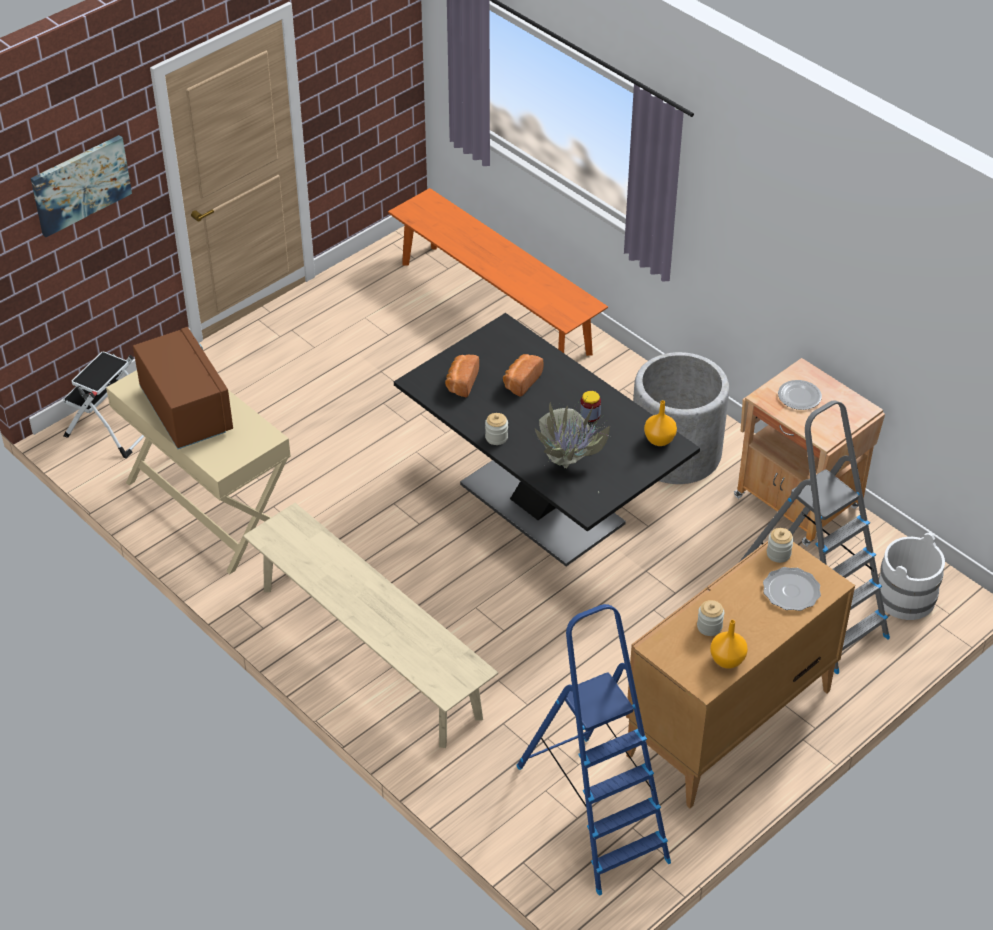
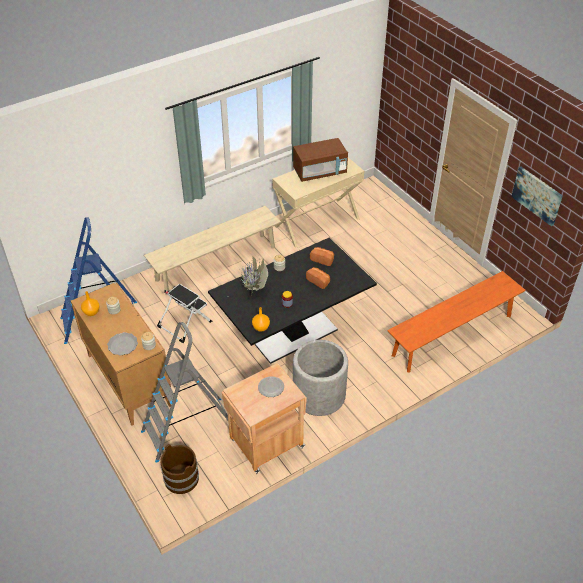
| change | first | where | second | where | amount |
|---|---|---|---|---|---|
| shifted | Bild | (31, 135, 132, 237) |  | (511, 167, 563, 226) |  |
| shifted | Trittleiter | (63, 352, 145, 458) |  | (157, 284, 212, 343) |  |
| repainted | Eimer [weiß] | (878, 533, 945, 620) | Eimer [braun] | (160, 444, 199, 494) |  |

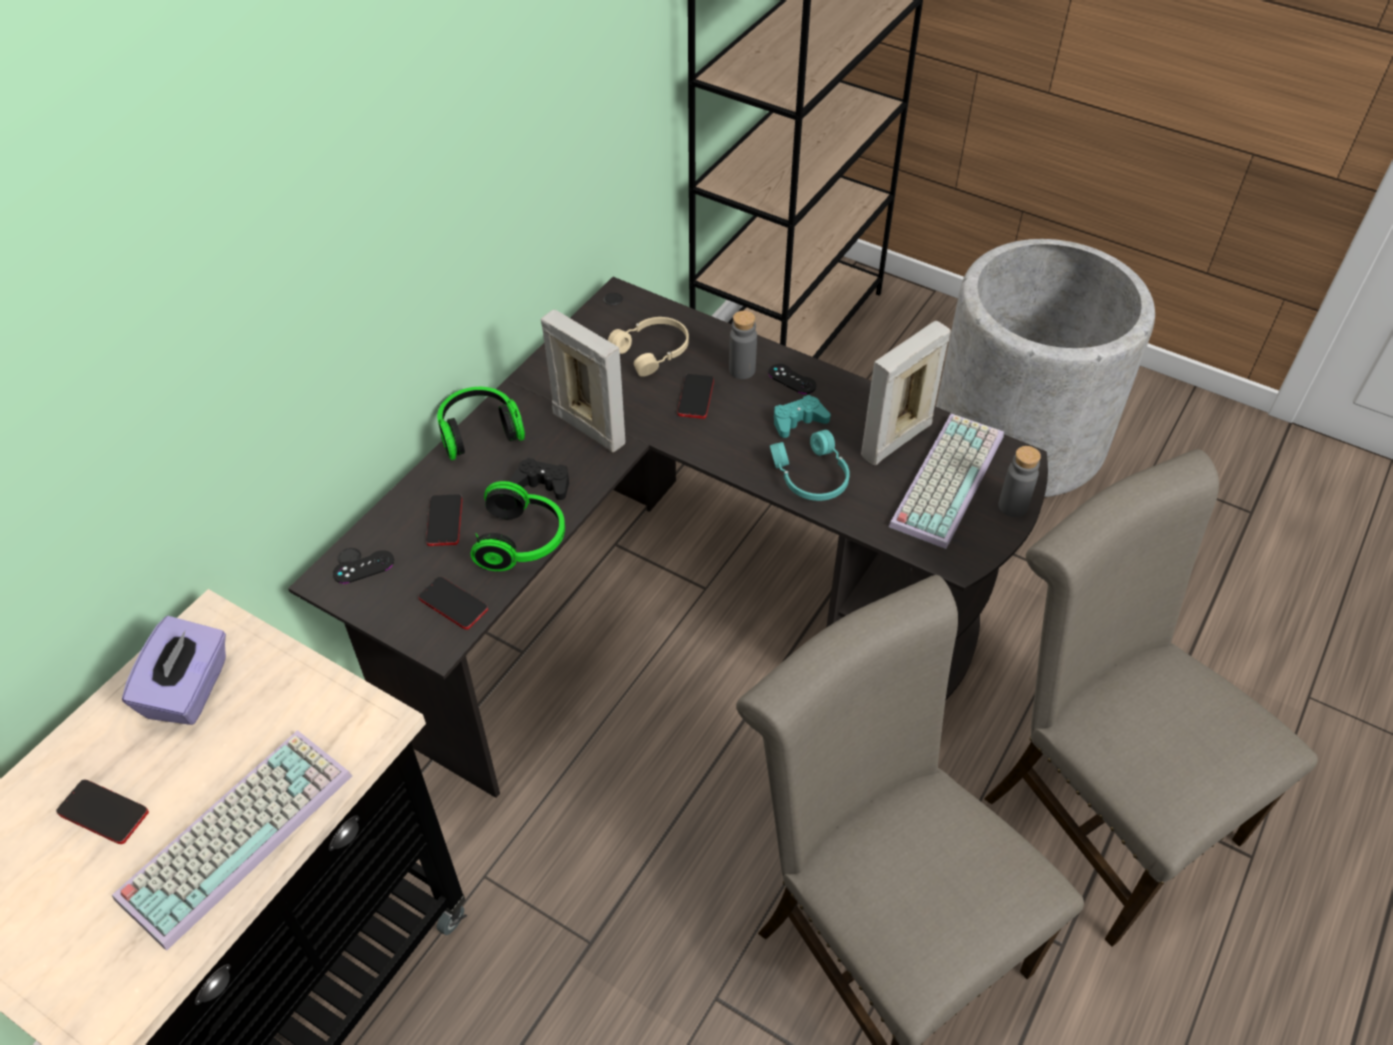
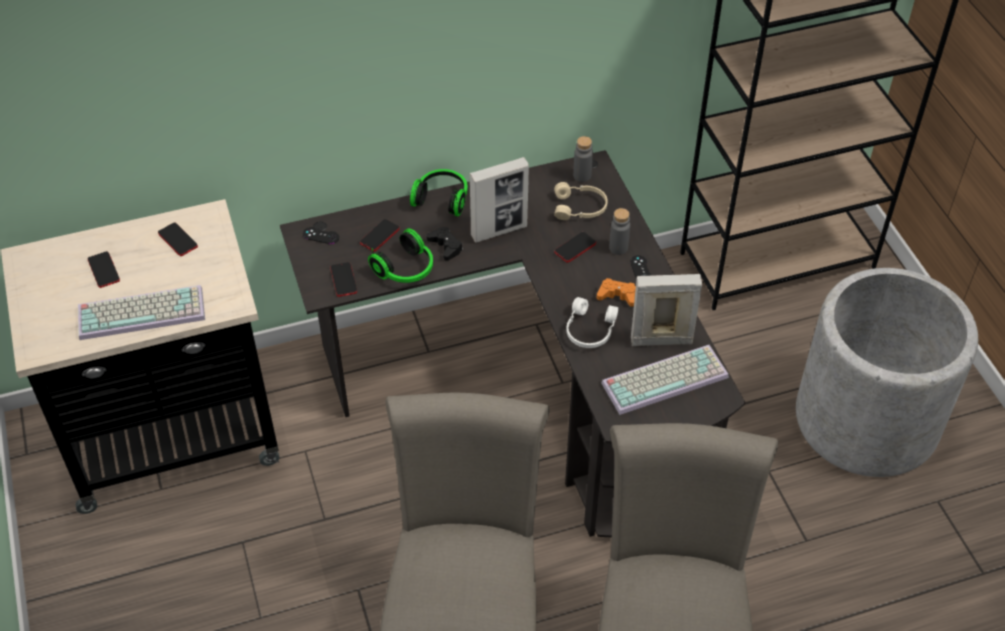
| change | first | where | second | where | amount |
|---|---|---|---|---|---|
| swapped | Taschentuchbox [lila] | (122, 616, 226, 725) | Handy | (158, 222, 198, 256) |  |
| rotated | Bilderrahmen | (541, 310, 625, 453) |  | (469, 157, 529, 243) | 75 degrees clockwise |
| repainted | Kopfhörer [türkis] | (770, 430, 850, 501) | Kopfhörer [weiß] | (566, 297, 618, 348) |  |
| repainted | Gamepad [türkis] | (774, 395, 831, 438) | Gamepad [orange] | (597, 278, 636, 307) |  |
| shifted | Flasche [grau] | (998, 446, 1041, 517) |  | (573, 136, 593, 182) |  |

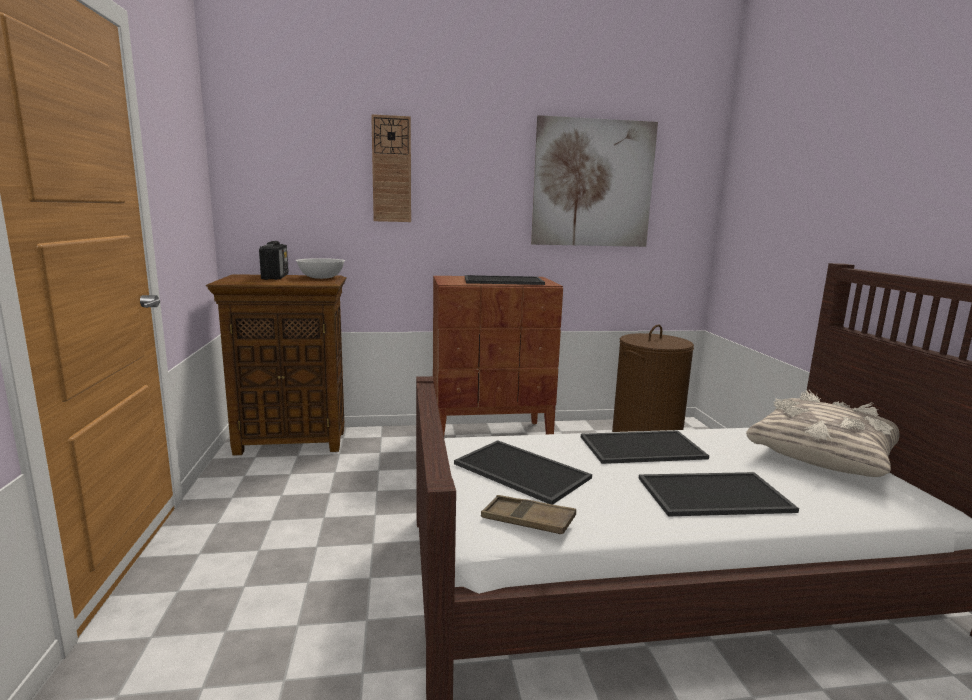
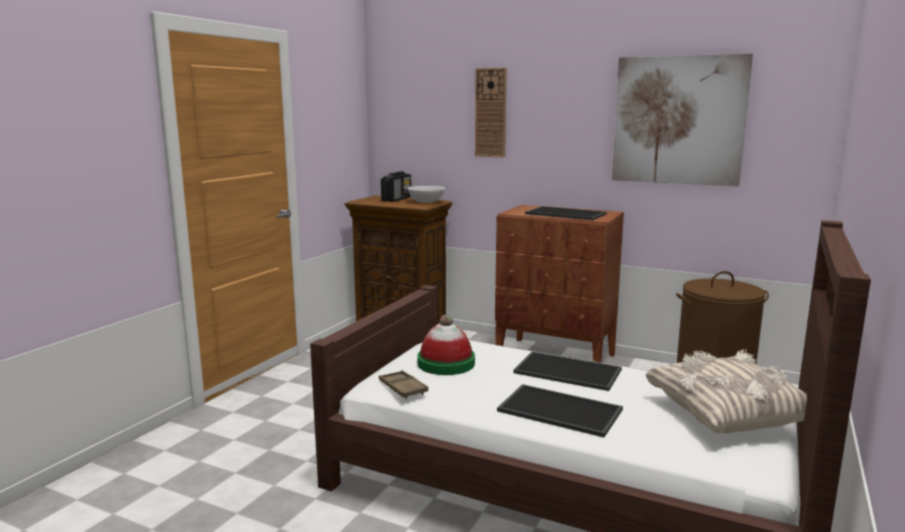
| change | first | where | second | where | amount |
|---|---|---|---|---|---|
| swapped | Tablett | (454, 440, 592, 505) | Hut | (417, 314, 475, 375) |  |

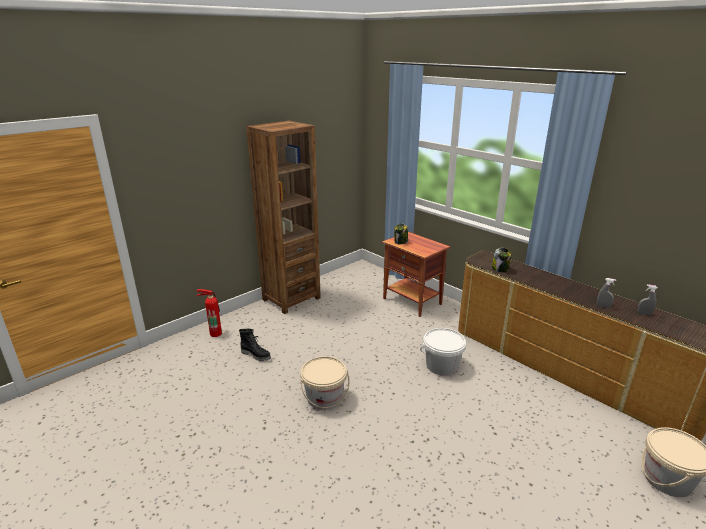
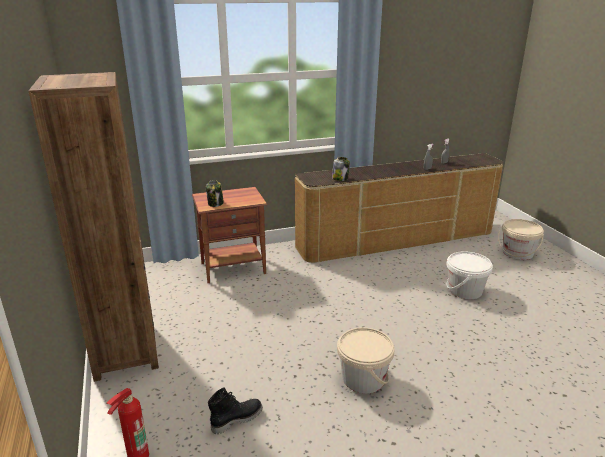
| change | first | where | second | where | amount |
|---|---|---|---|---|---|
| shifted | Eimer [weiß] | (420, 328, 466, 376) |  | (447, 251, 493, 299) |  |

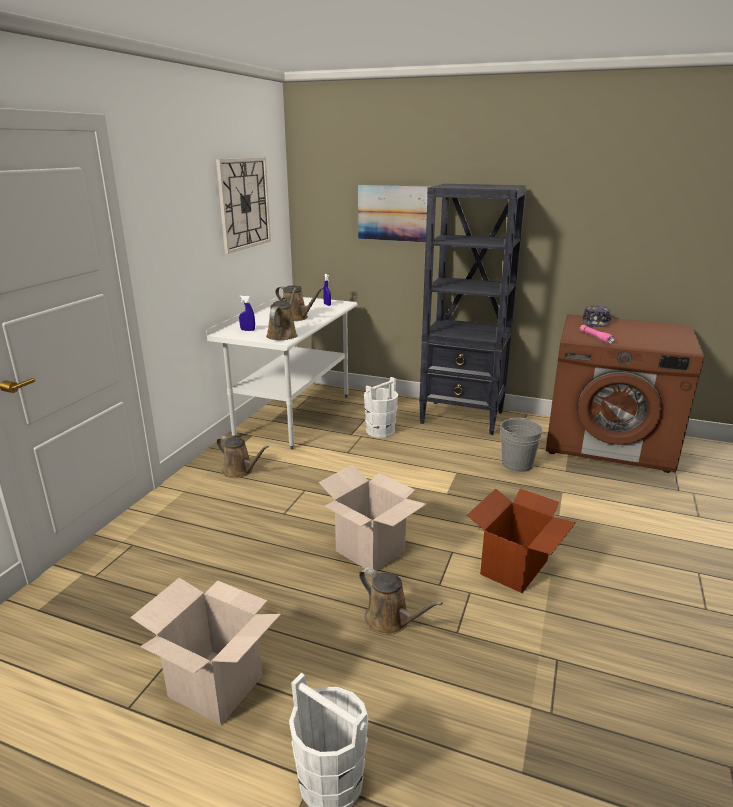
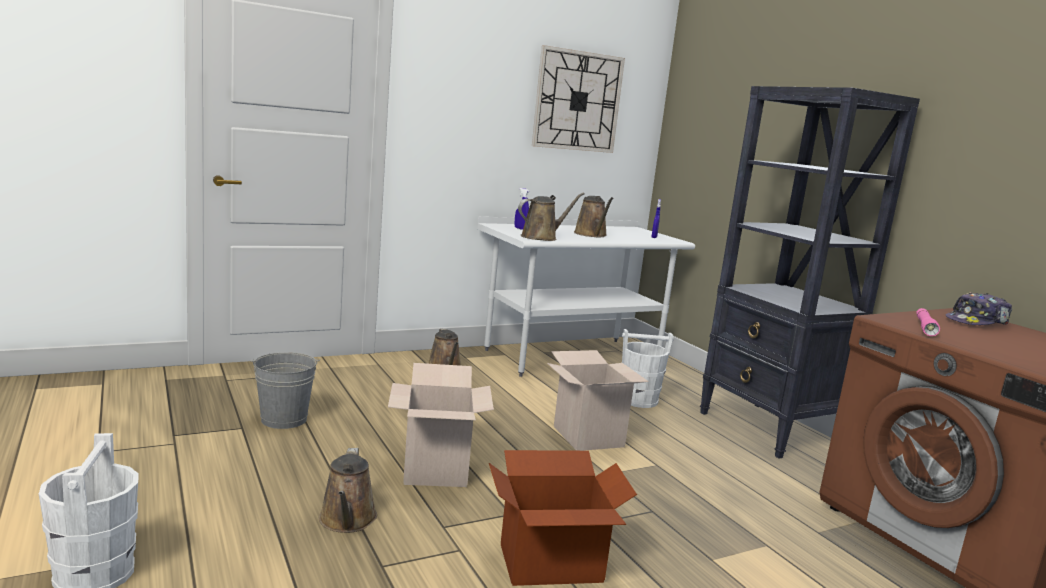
| change | first | where | second | where | amount |
|---|---|---|---|---|---|
| shifted | Karton | (131, 578, 281, 725) |  | (547, 350, 649, 451) |  |
| gone | Bild | (358, 185, 428, 242) |  |  |  |
| shifted | Eimer [grau] | (501, 417, 543, 472) |  | (250, 352, 320, 429) |  |

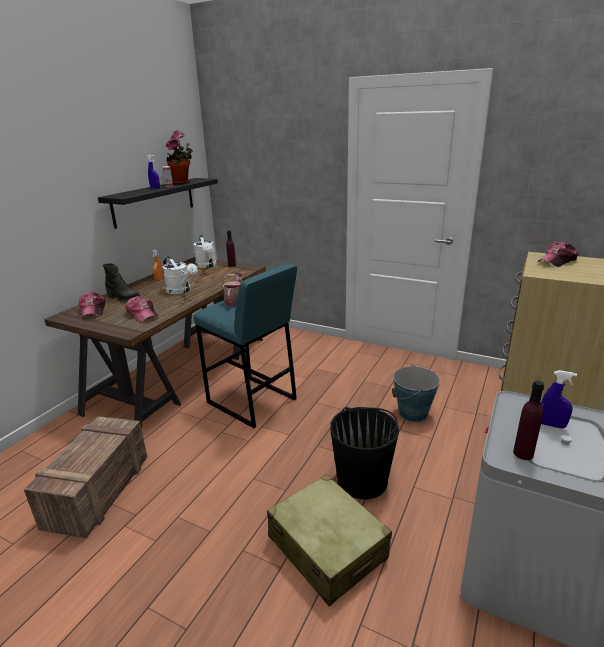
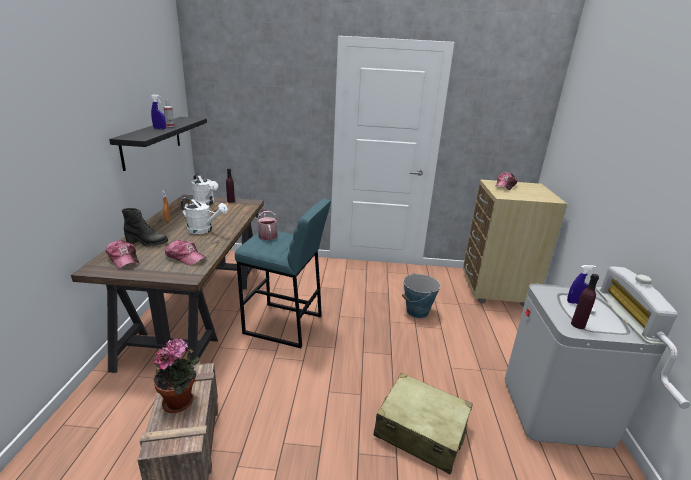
| change | first | where | second | where | amount |
|---|---|---|---|---|---|
| shifted | Topfpflanze | (166, 130, 193, 184) |  | (153, 339, 200, 413) |  |
| gone | Eimer [schwarz] | (330, 407, 399, 500) |  |  |  |

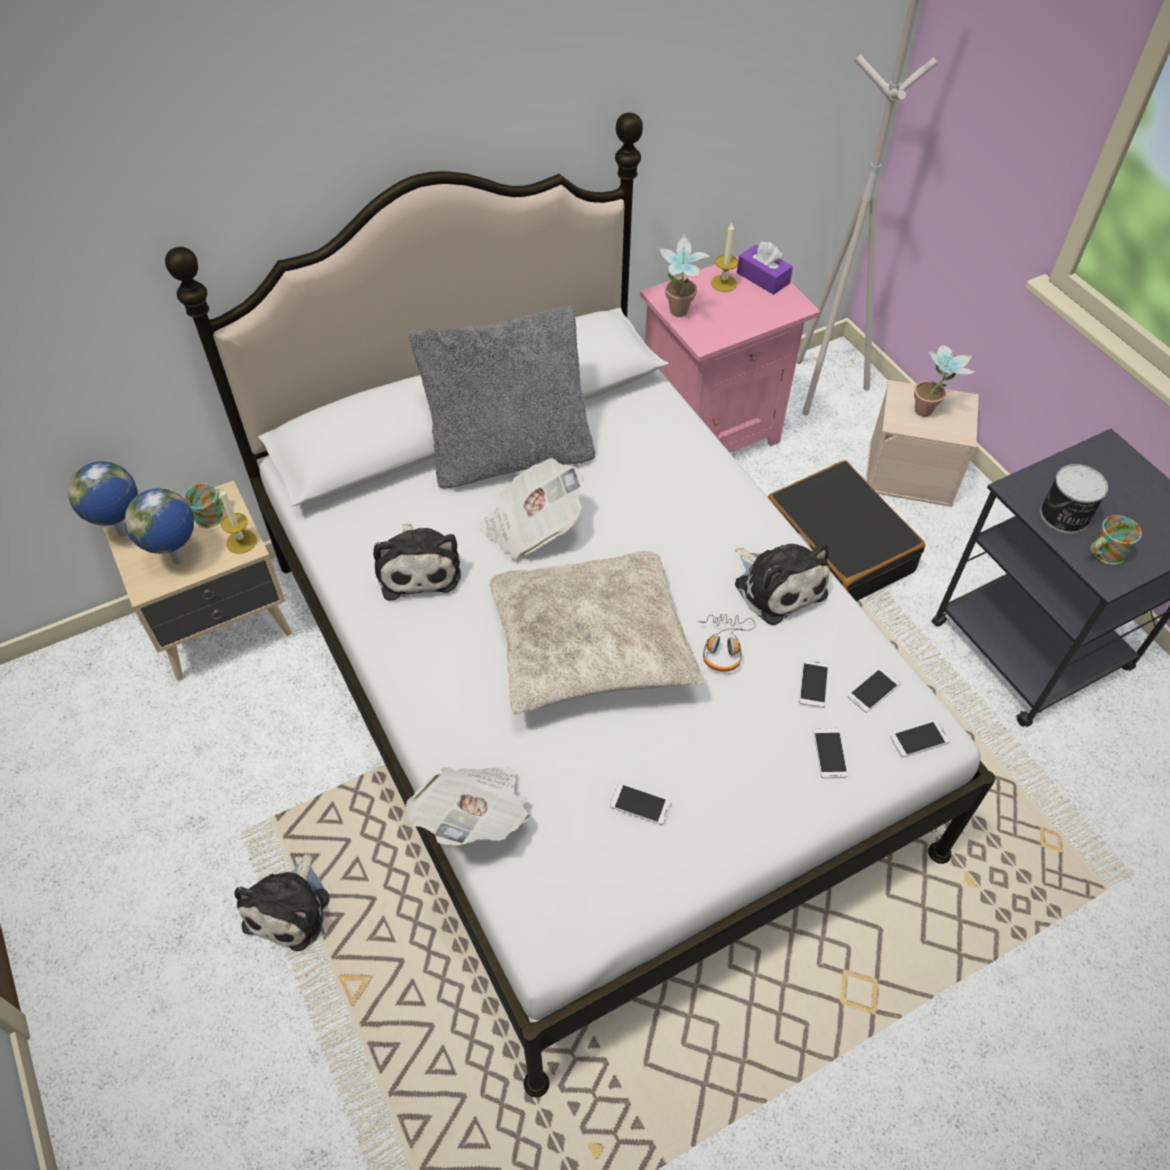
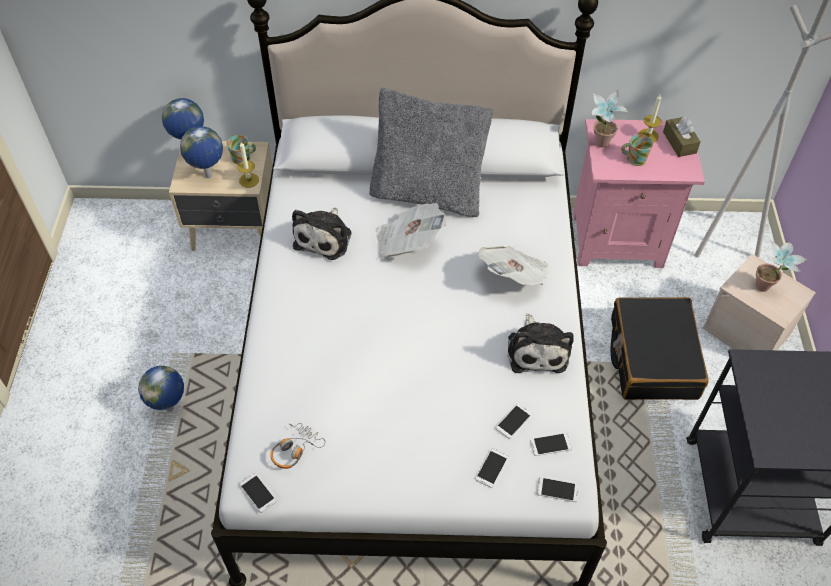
| change | first | where | second | where | amount |
|---|---|---|---|---|---|
| swapped | Plüschtier | (234, 852, 330, 951) | Globus | (138, 366, 184, 412) |  |
| shifted | Zeitung | (406, 767, 529, 845) |  | (478, 246, 548, 285) |  |
| gone | Kissen [beige] | (489, 551, 704, 714) |  |  |  |
| shifted | Handy | (610, 783, 671, 825) |  | (239, 473, 277, 513) |  |
| shifted | Kopfhörer | (698, 614, 756, 672) |  | (270, 423, 325, 469) |  |
| repainted | Taschentuchbox [lila] | (737, 242, 793, 295) | Taschentuchbox [braun] | (663, 116, 701, 157) |  |
| gone | Dose | (1040, 464, 1108, 534) |  |  |  |
| shifted | Henkelbecher | (1090, 515, 1142, 565) |  | (621, 134, 653, 166) |  |

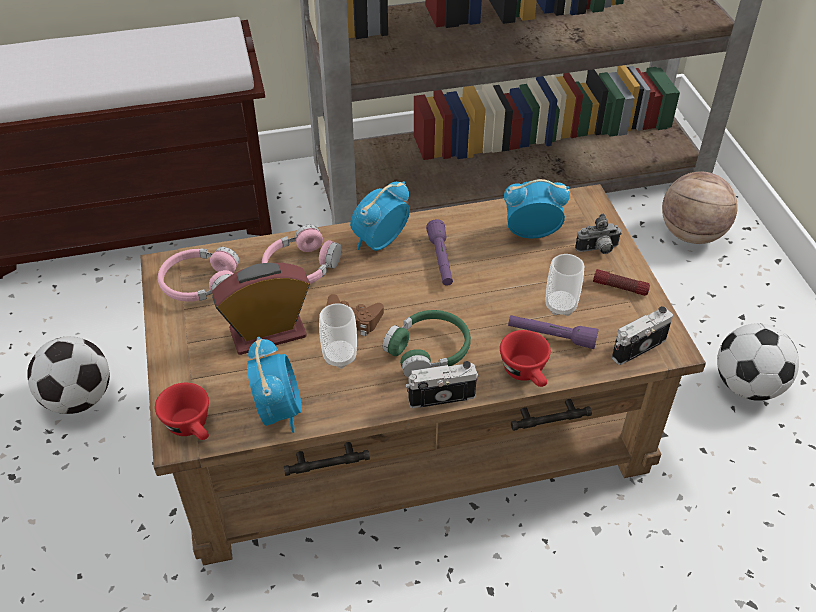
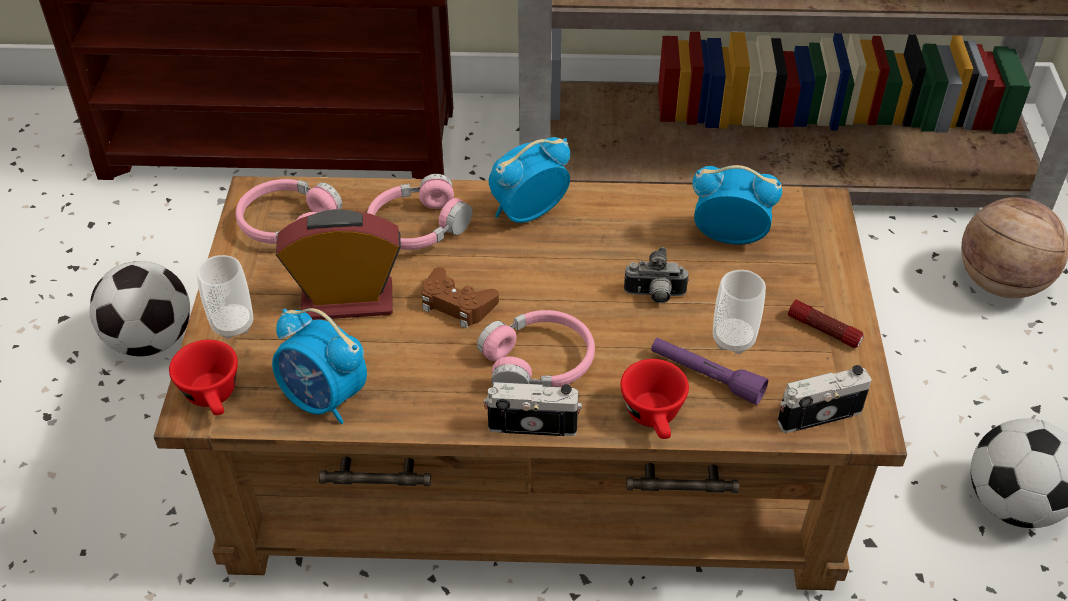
| change | first | where | second | where | amount |
|---|---|---|---|---|---|
| rotated | Wecker | (247, 337, 302, 433) |  | (272, 308, 367, 424) | 120 degrees clockwise |
| shifted | Tasse | (319, 303, 357, 368) |  | (196, 255, 253, 339) |  |
| repainted | Kopfhörer [grün] | (382, 310, 471, 377) | Kopfhörer [rosa] | (477, 310, 595, 387) |  |
| gone | Taschenlampe [lila] | (426, 219, 453, 286) |  |  |  |
| shifted | Kamera | (575, 214, 622, 254) |  | (624, 247, 689, 303) |  |

